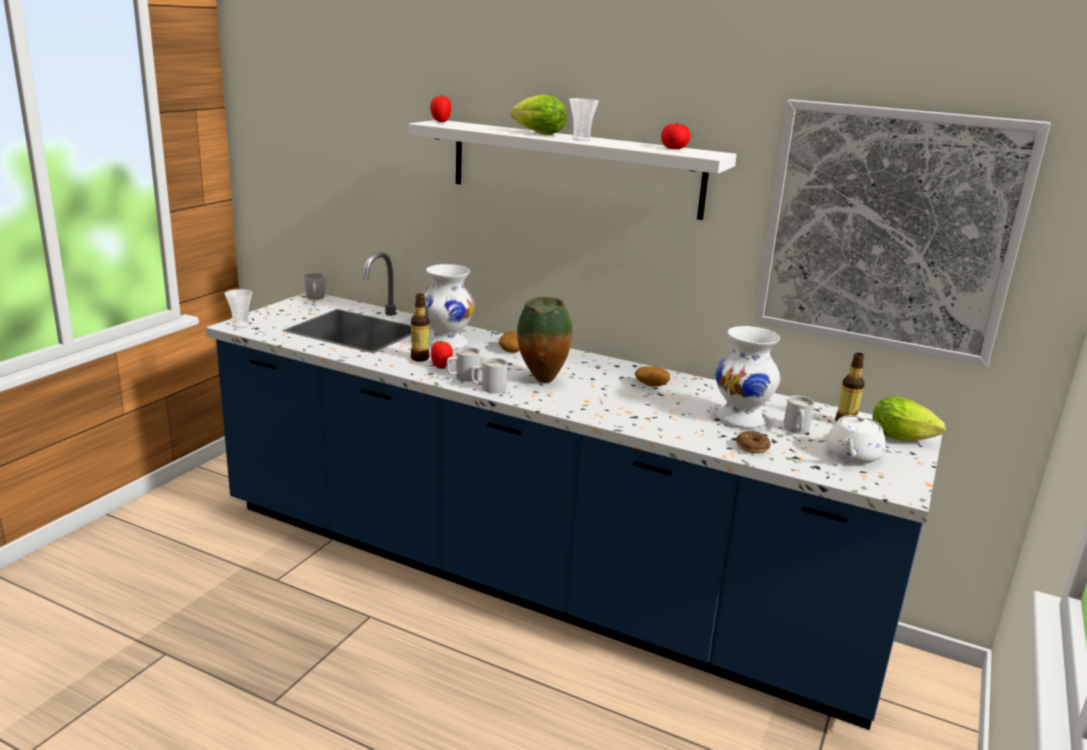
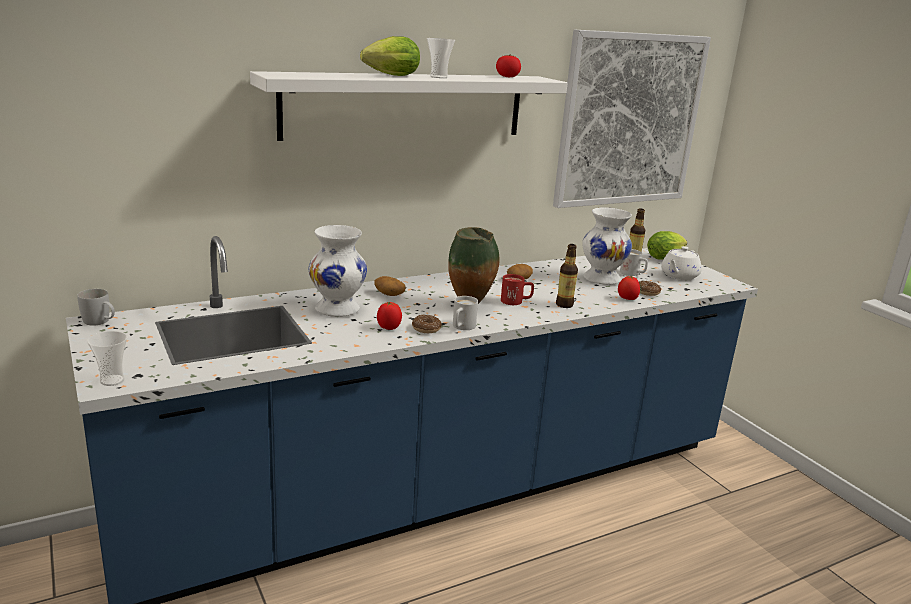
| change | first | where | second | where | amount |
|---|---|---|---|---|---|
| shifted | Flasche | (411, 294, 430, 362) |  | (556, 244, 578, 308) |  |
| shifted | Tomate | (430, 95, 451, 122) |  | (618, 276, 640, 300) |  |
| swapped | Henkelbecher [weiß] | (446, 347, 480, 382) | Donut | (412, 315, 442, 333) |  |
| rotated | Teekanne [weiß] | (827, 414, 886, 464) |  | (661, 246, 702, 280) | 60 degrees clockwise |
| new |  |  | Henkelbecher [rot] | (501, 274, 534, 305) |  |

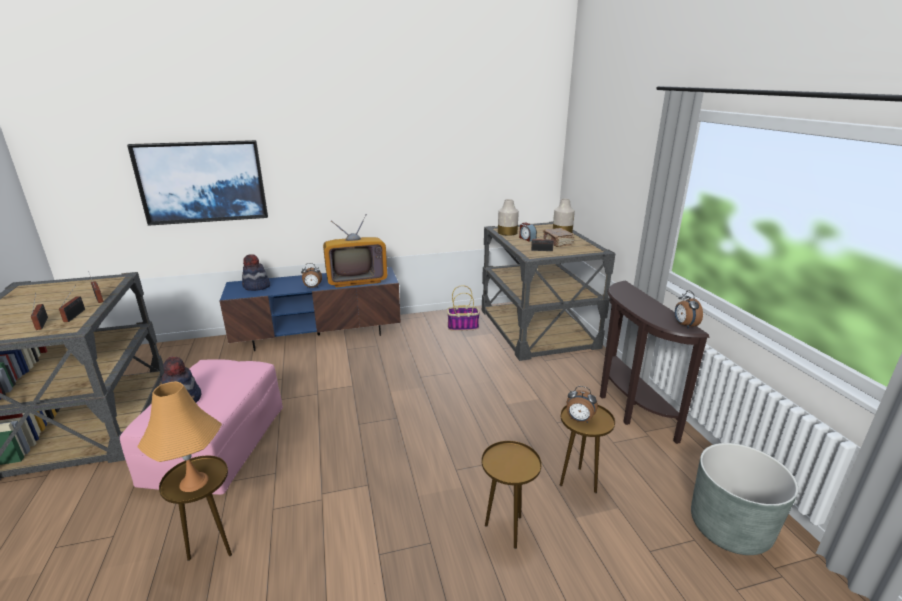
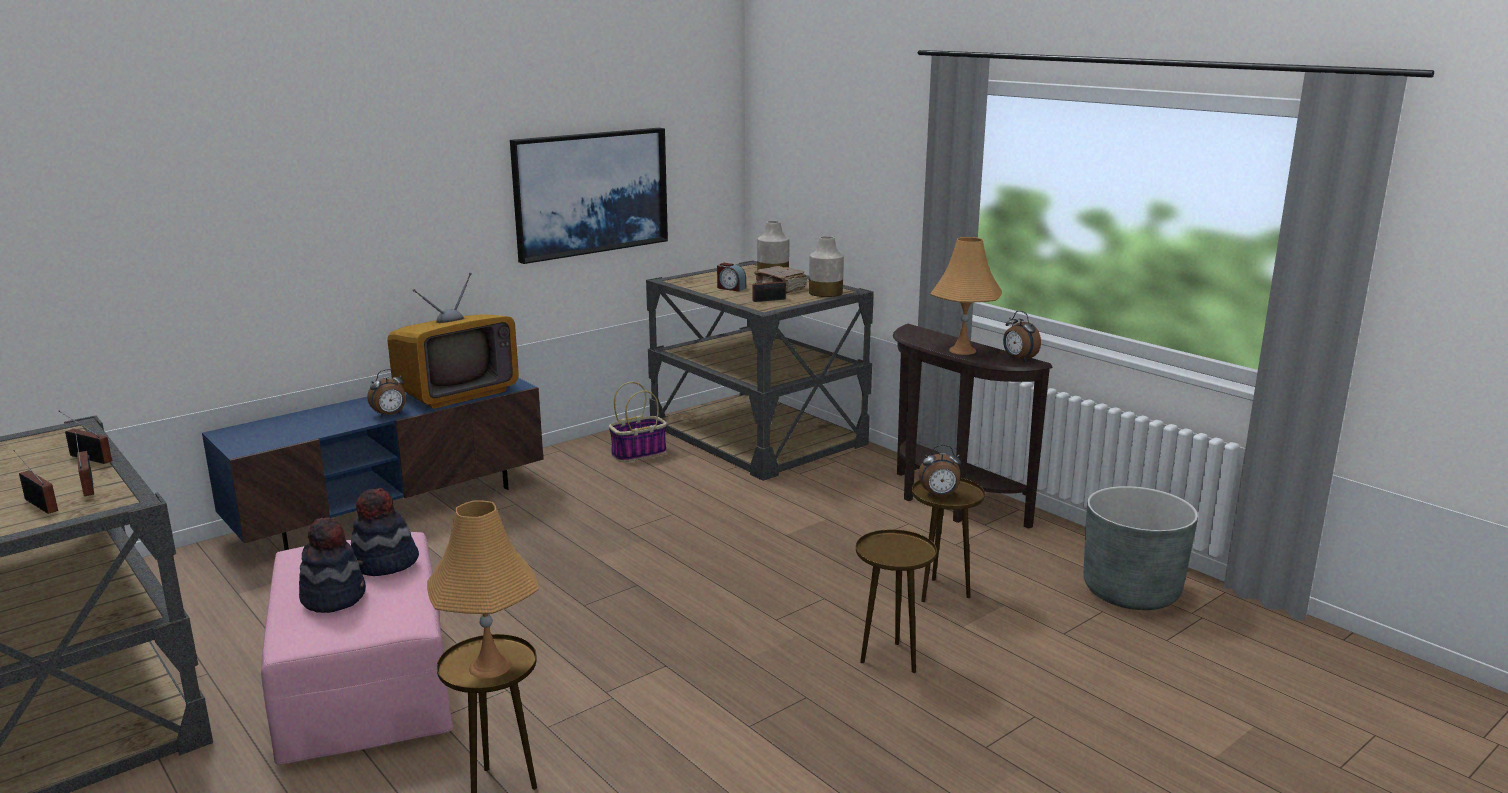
| change | first | where | second | where | amount |
|---|---|---|---|---|---|
| shifted | Bild | (127, 140, 268, 226) |  | (510, 128, 668, 264) |  |
| shifted | Hut | (242, 254, 270, 291) |  | (351, 488, 419, 576) |  |
| shifted | Vase [beige] | (498, 199, 519, 236) |  | (809, 236, 844, 297) |  |
| new |  |  | Tischlampe [orange] | (931, 237, 1002, 355) |  |

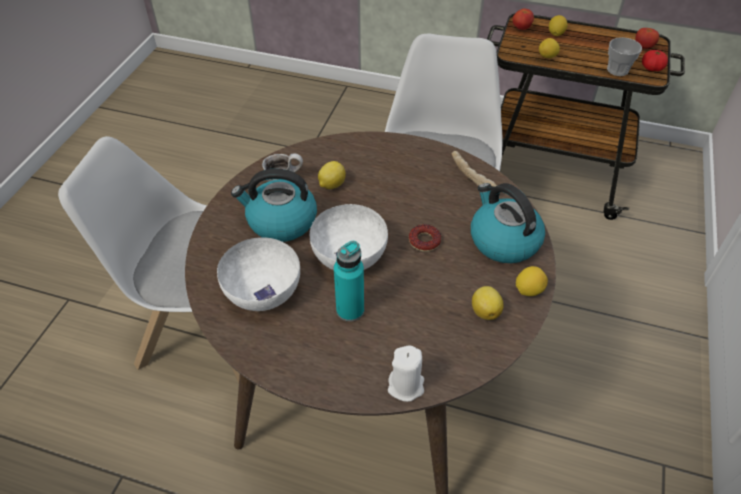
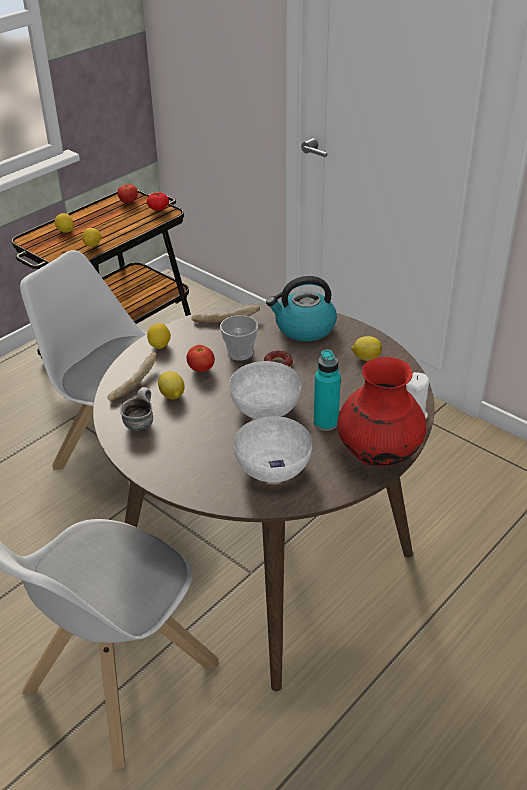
| change | first | where | second | where | amount |
|---|---|---|---|---|---|
| gone | Wasserkessel | (231, 169, 317, 242) |  |  |  |
| shifted | Tomate | (513, 9, 534, 30) |  | (187, 345, 215, 372) |  |
| shifted | Zitrone | (516, 266, 548, 296) |  | (147, 323, 171, 349) |  |
| shifted | Tasse | (607, 37, 642, 76) |  | (220, 315, 258, 361) |  |
| new |  |  | Brot | (107, 352, 157, 401) |  |
| new |  |  | Vase [rot] | (337, 357, 427, 467) |  |

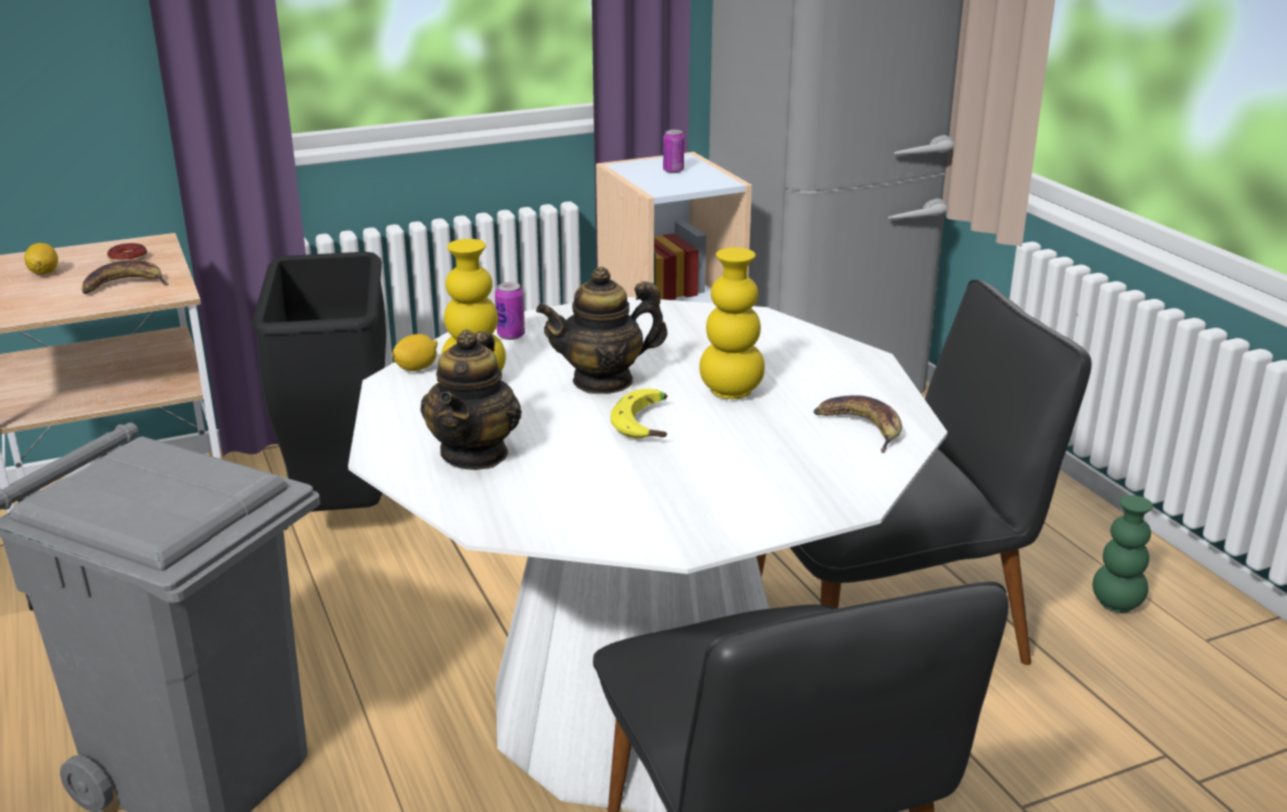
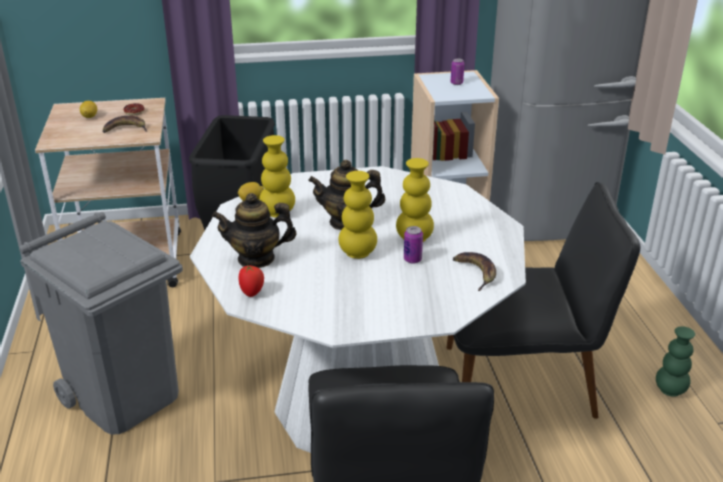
| change | first | where | second | where | amount |
|---|---|---|---|---|---|
| rotated | Teekanne | (420, 329, 522, 470) |  | (212, 193, 297, 268) | 60 degrees clockwise |
| shifted | Dose | (495, 282, 525, 340) |  | (404, 226, 423, 264) |  |
| swapped | Banane | (611, 389, 667, 438) | Vase [gelb] | (339, 171, 377, 259) |  |
| new |  |  | Tomate | (239, 265, 264, 297) |  |

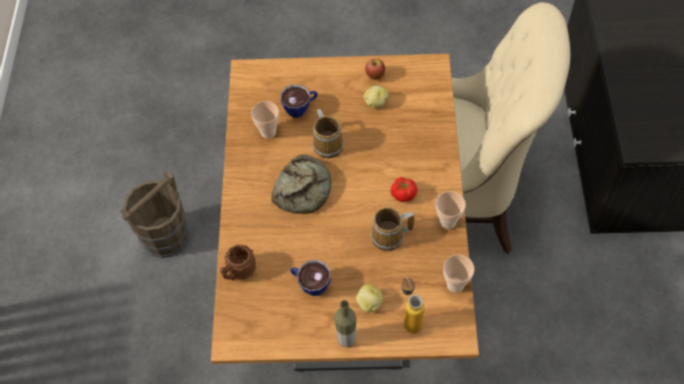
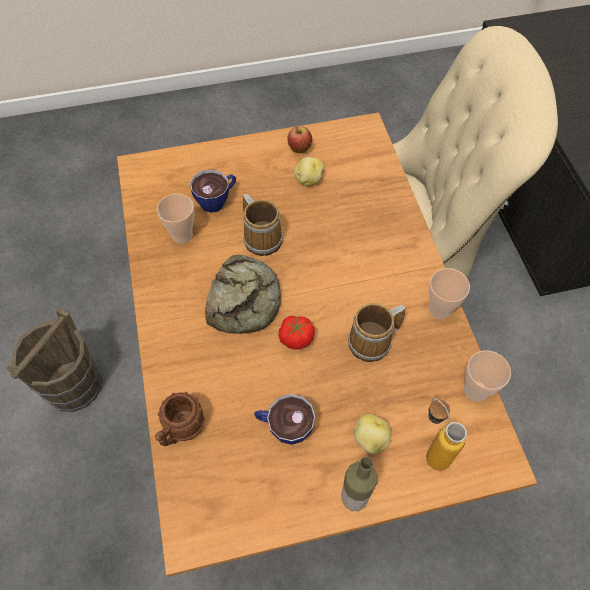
| change | first | where | second | where | amount |
|---|---|---|---|---|---|
| shifted | Tomate | (391, 177, 418, 202) |  | (279, 315, 315, 350) |  |

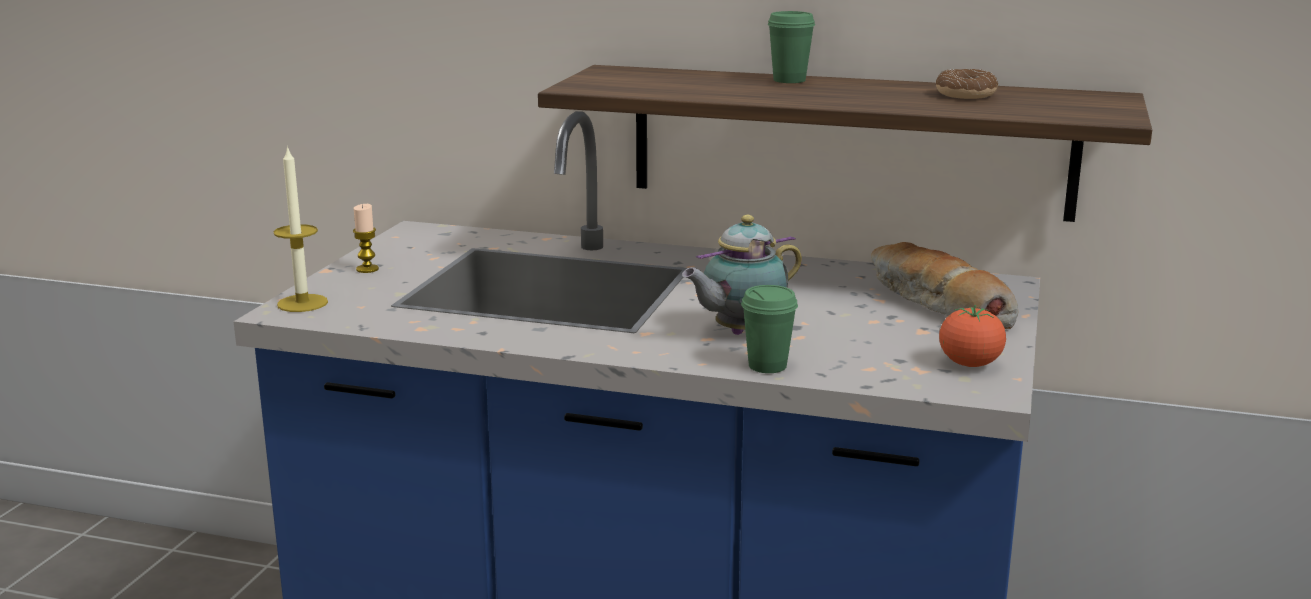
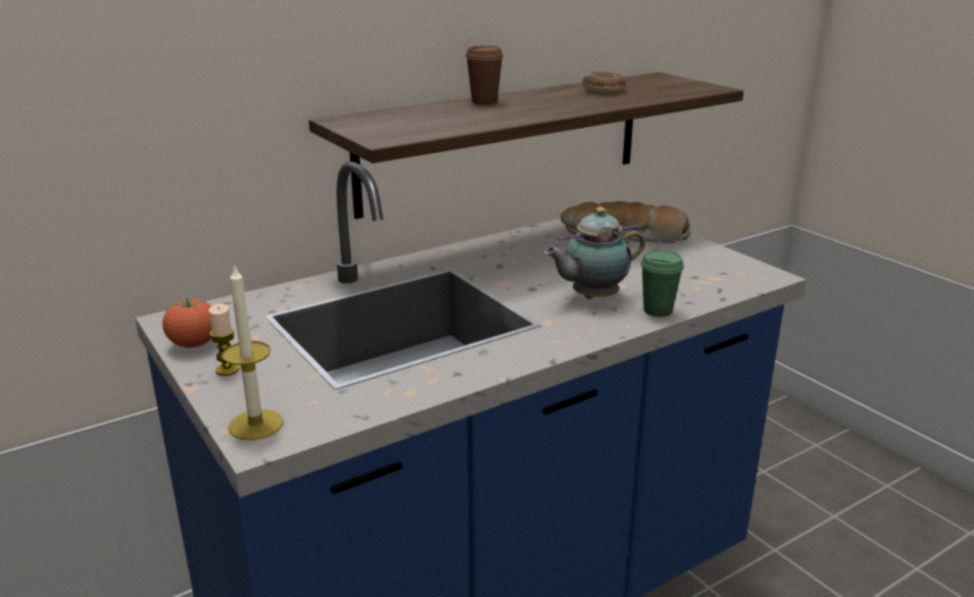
| change | first | where | second | where | amount |
|---|---|---|---|---|---|
| rotated | Teekanne | (682, 215, 802, 335) |  | (544, 207, 645, 299) | 60 degrees clockwise |
| repainted | Tasse [grün] | (768, 11, 815, 83) | Tasse [braun] | (466, 46, 503, 105) |  |
| shifted | Tomate | (939, 305, 1006, 367) |  | (162, 298, 212, 348) |  |

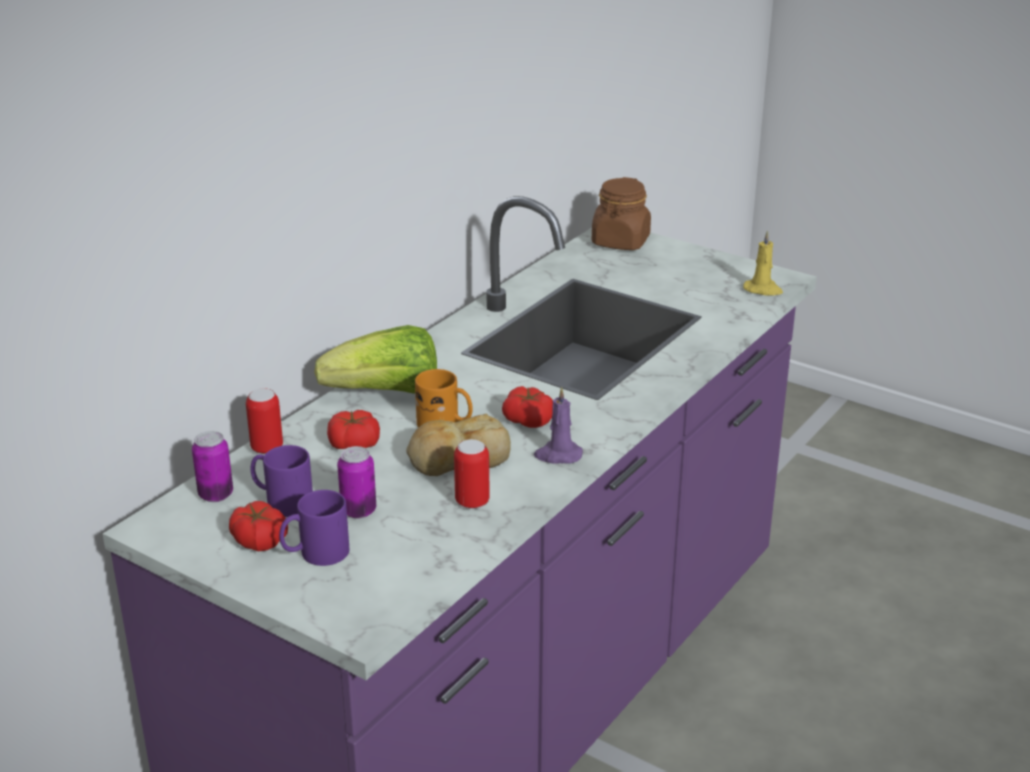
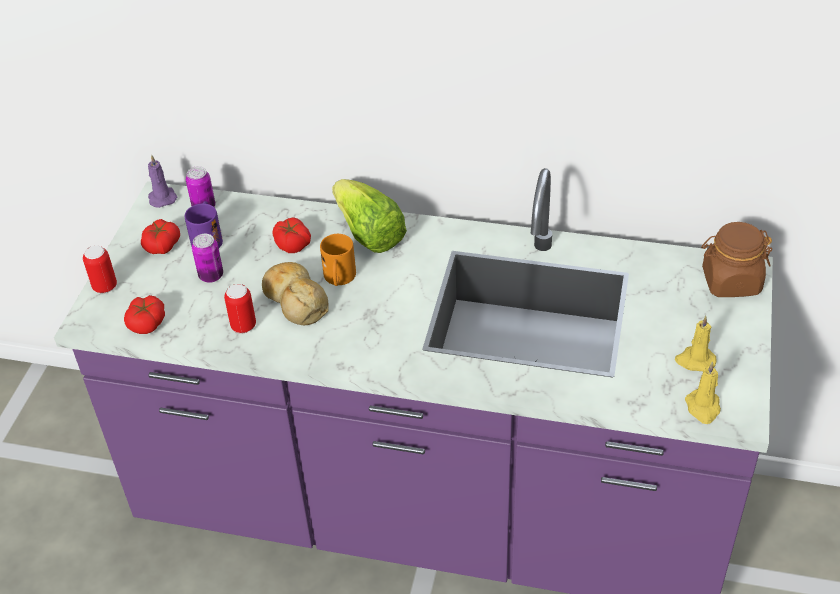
| change | first | where | second | where | amount |
|---|---|---|---|---|---|
| shifted | Dose | (246, 388, 283, 454) |  | (83, 246, 117, 293) |  |
| gone | Henkelbecher [lila] | (279, 490, 349, 566) |  |  |  |
| shifted | Tomate | (502, 386, 553, 428) |  | (124, 295, 165, 334) |  |
| shifted | Kerze [lila] | (534, 387, 583, 464) |  | (148, 155, 177, 208) |  |
| new |  |  | Kerze [gelb] | (675, 315, 716, 371) |  |

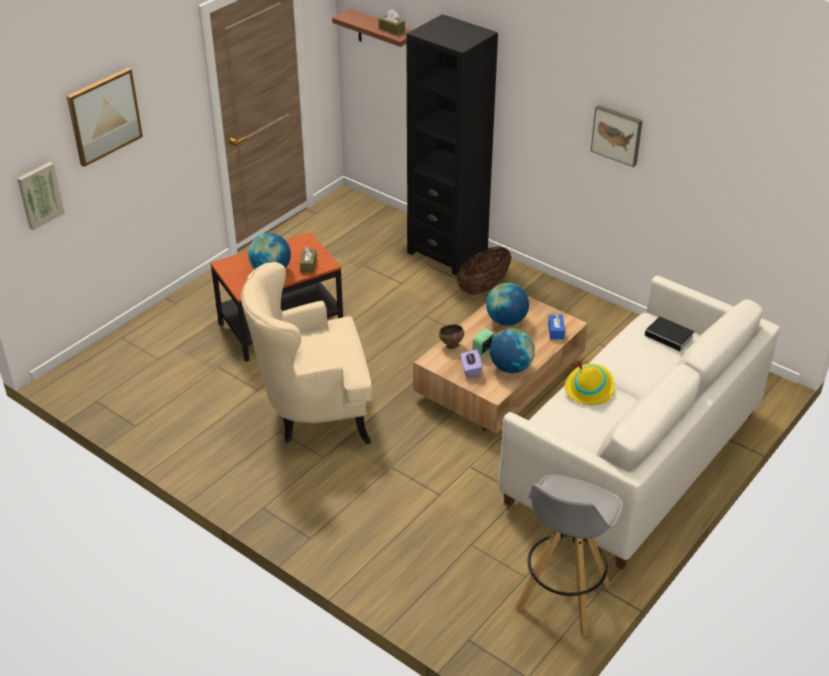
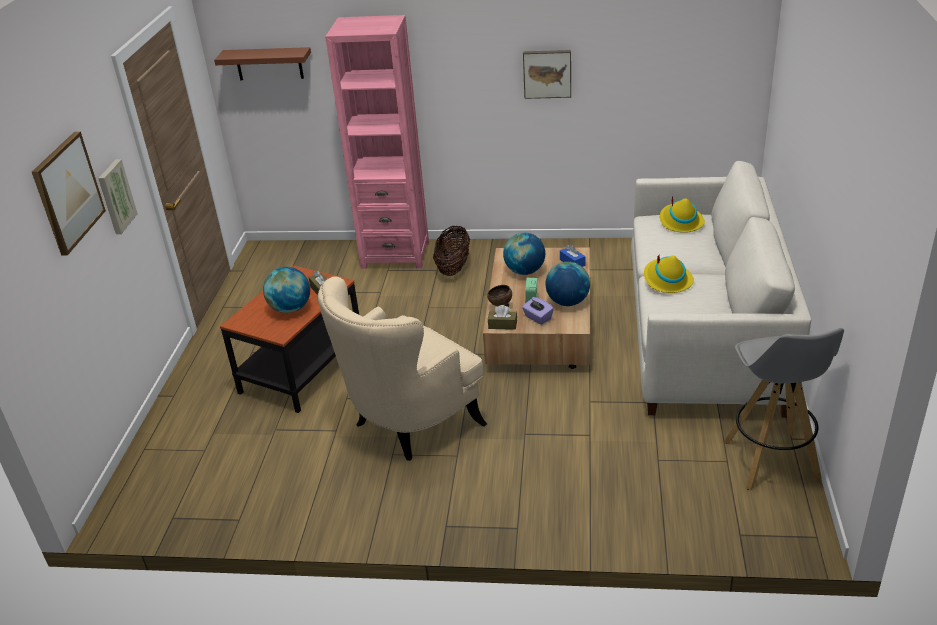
| change | first | where | second | where | amount |
|---|---|---|---|---|---|
| shifted | Bild | (17, 162, 65, 230) |  | (98, 159, 138, 234) |  |
| shifted | Taschentuchbox [braun] | (379, 10, 405, 35) |  | (488, 305, 517, 330) |  |
| repainted | Bücherregal [schwarz] | (406, 14, 498, 276) | Bücherregal [rosa] | (325, 15, 429, 269) |  |
| swapped | Buch | (645, 316, 695, 351) | Hut [gelb] | (660, 196, 705, 233) |  |

